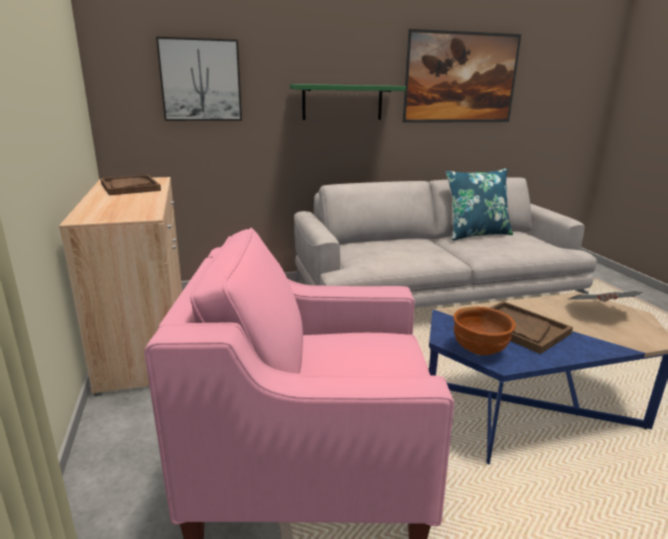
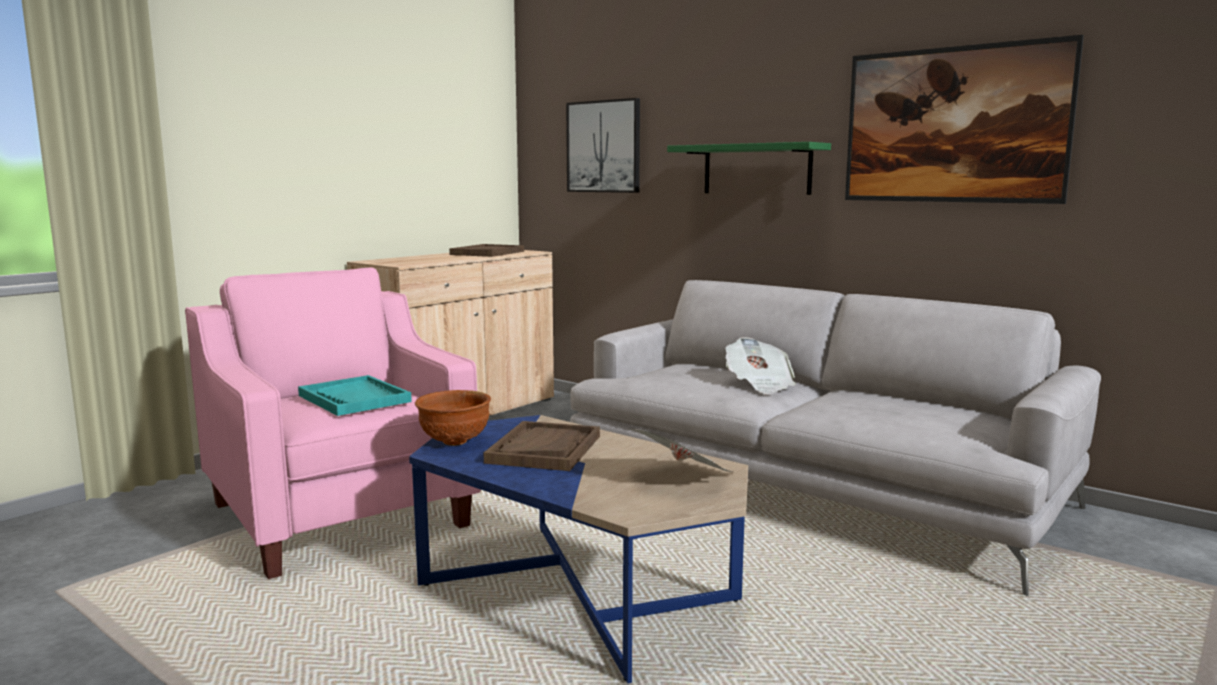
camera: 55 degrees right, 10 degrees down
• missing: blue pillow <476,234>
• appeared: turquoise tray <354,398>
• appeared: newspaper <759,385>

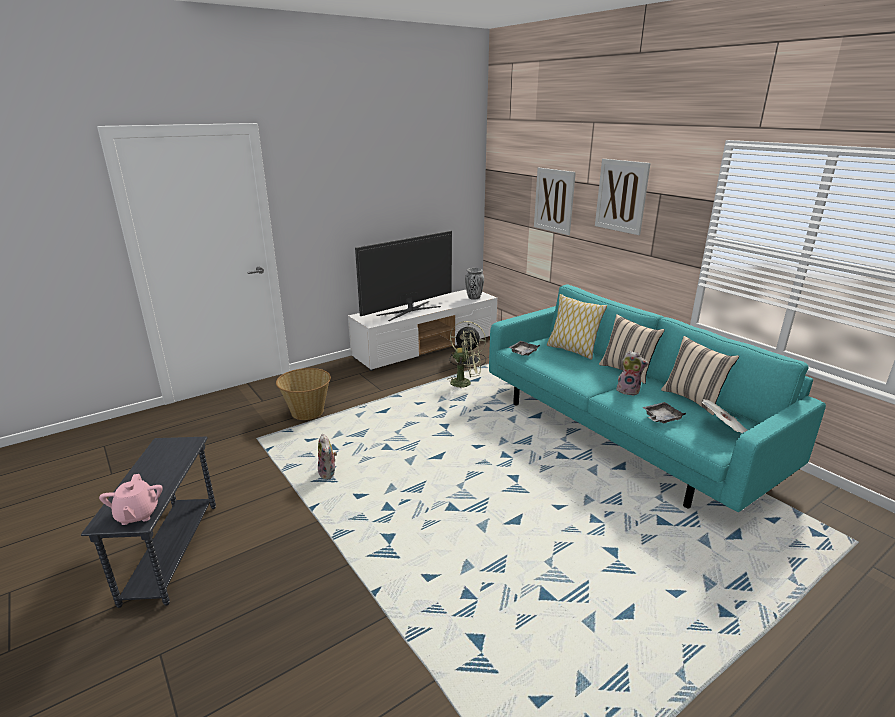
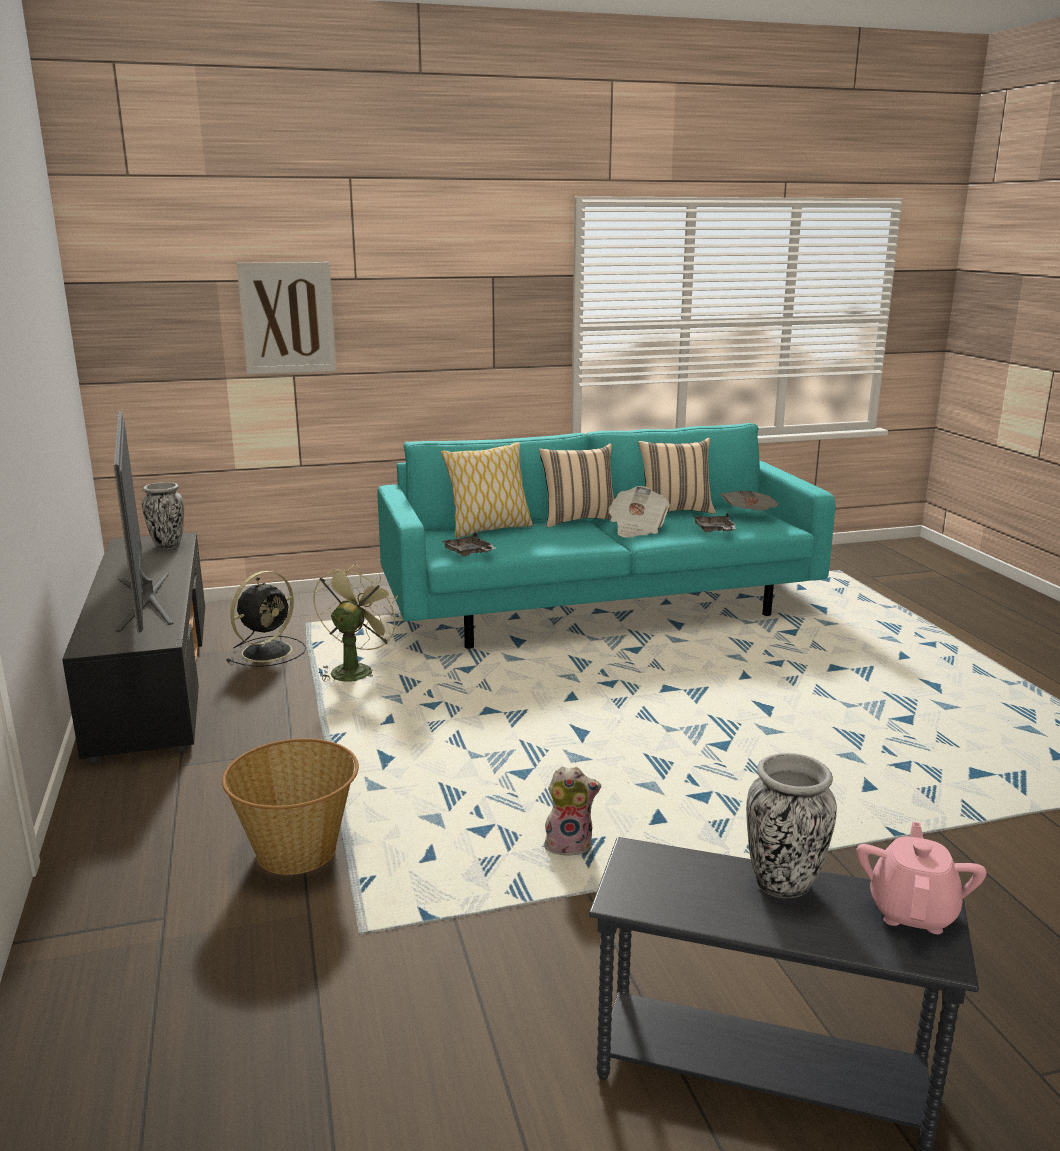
camera: 70 degrees left, 5 degrees down
• missing: picture <621,196>
• appeared: vase <782,884>
• exchanged: plush toy <628,390> to newspaper <636,529>
• colour: white tv stand <427,346> to black tv stand <152,676>
• spun: pink teapot <137,515> = <912,911> 75 degrees counterclockwise

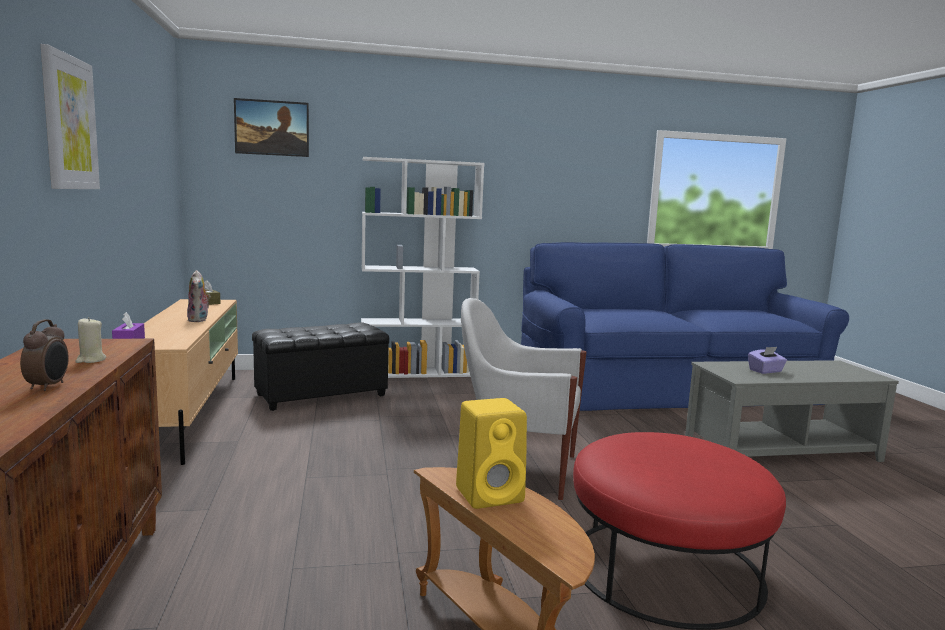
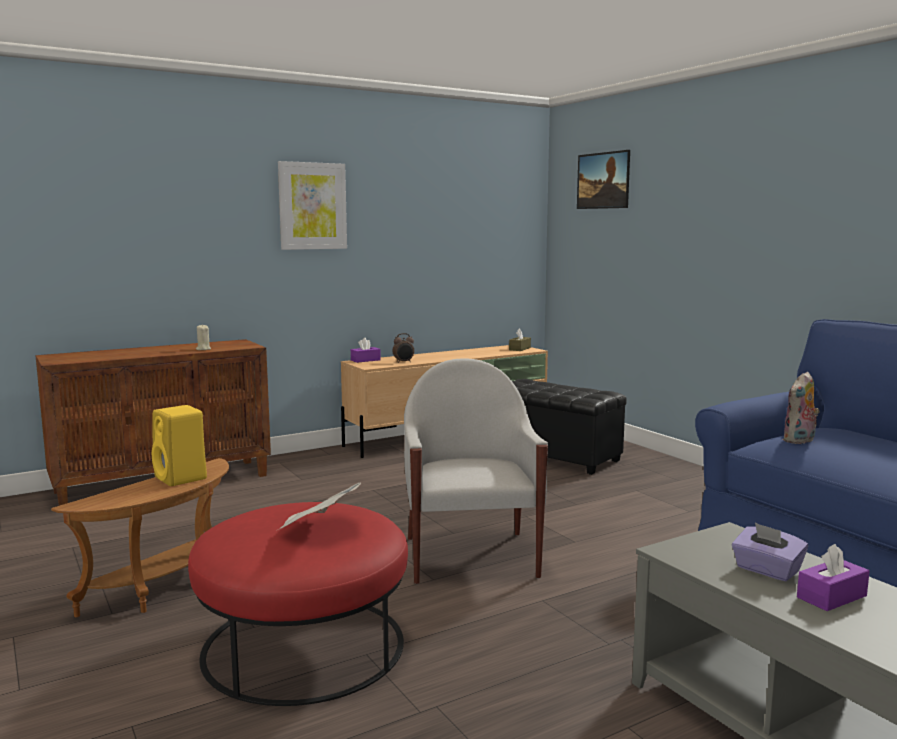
camera: 70 degrees right, 0 degrees up
• missing: white bookcase <418,372>
• appeared: newspaper <319,528>
• appeared: purple tissue box <831,596>
• relocated: alarm clock <48,386> to <403,362>
• relocated: plush toy <199,320> to <800,441>

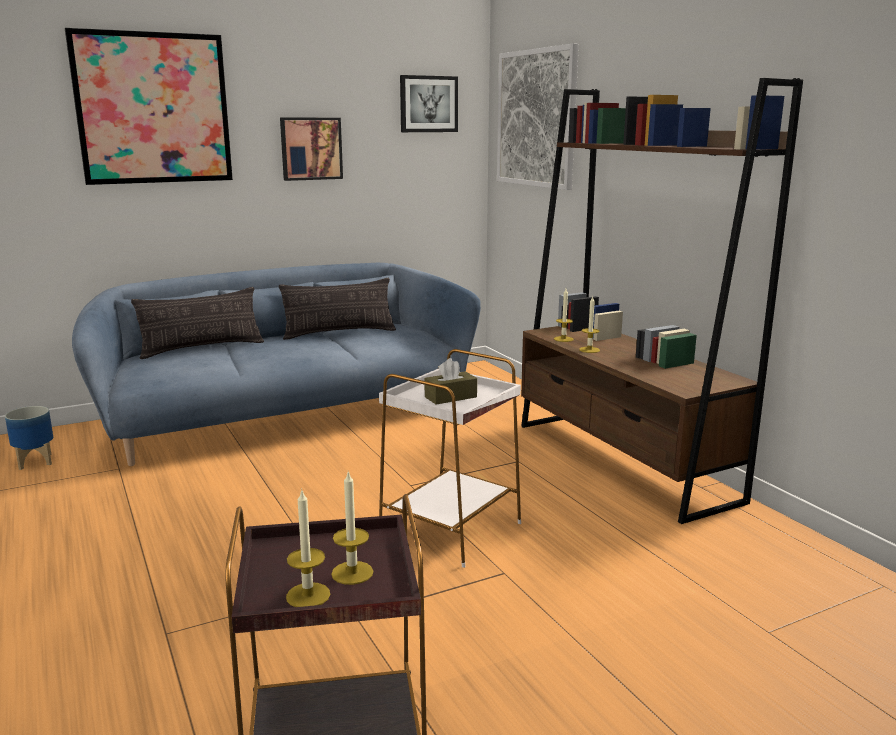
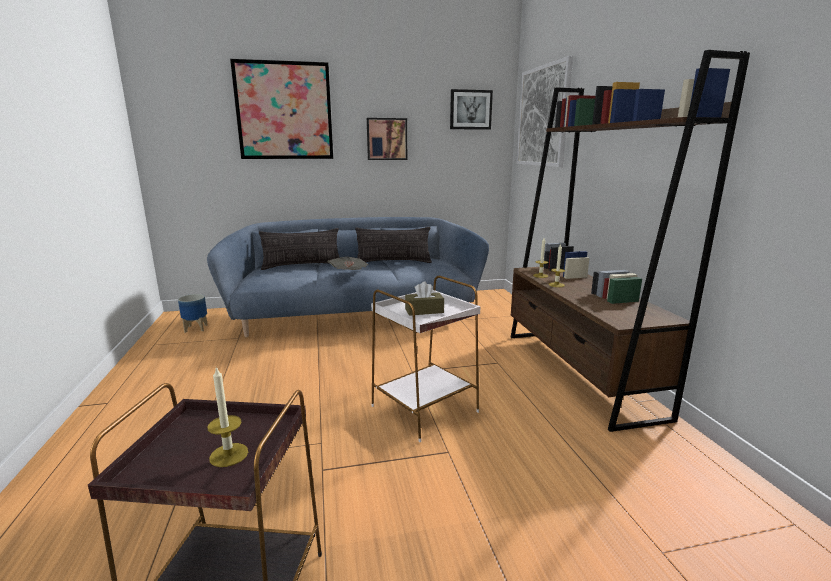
camera: 15 degrees right, 0 degrees up
• missing: candle <308,595>
• appeared: newspaper <349,274>

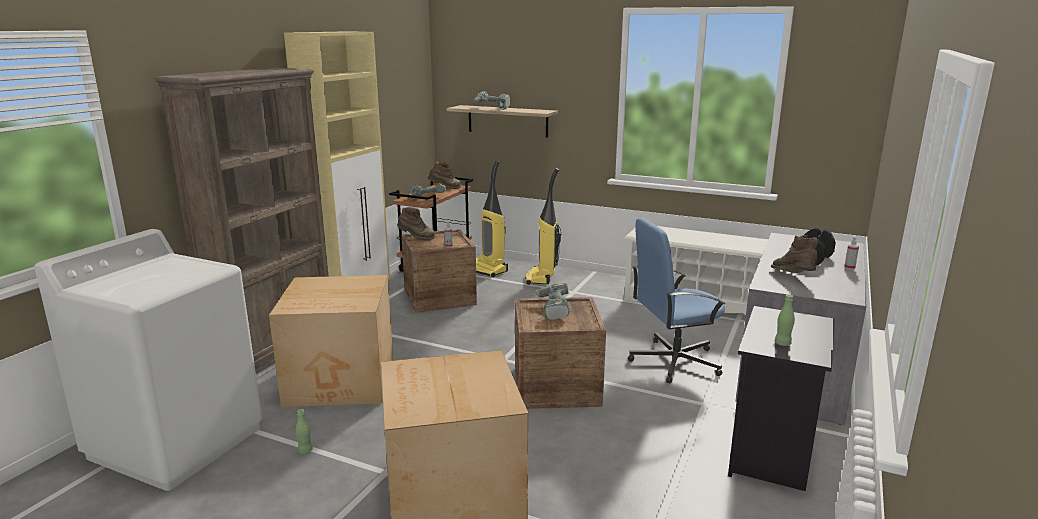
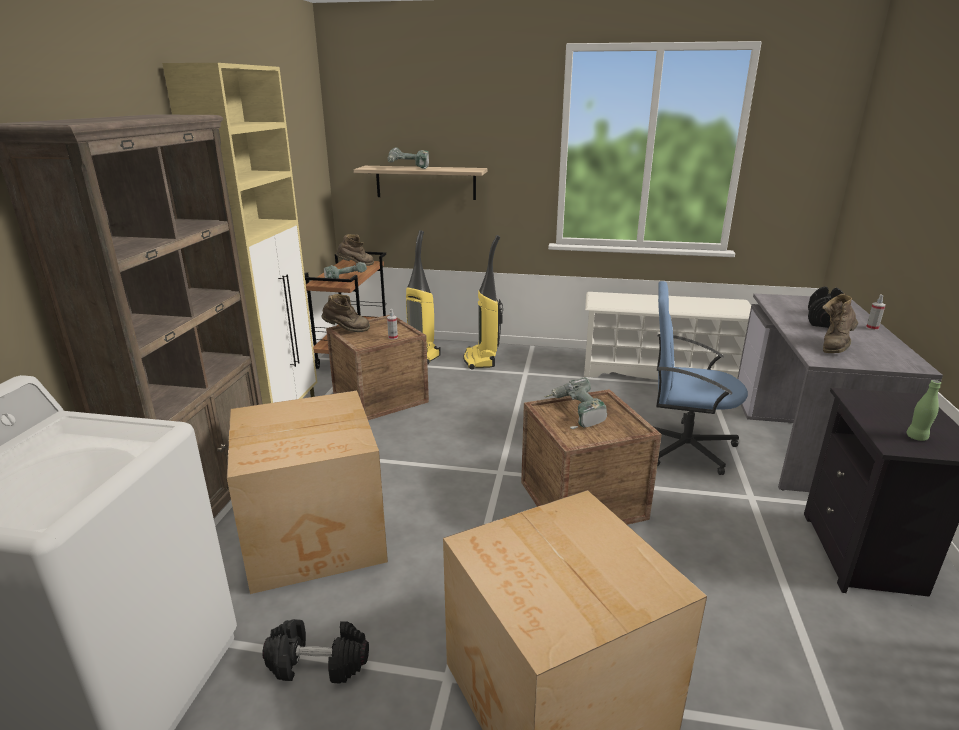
camera: 15 degrees left, 5 degrees up
• exchanged: green bottle <305,451> to black dumbbell <318,664>
• spun: blue office chair <673,361> = <683,447> 45 degrees clockwise
• spun: brown boot <793,277> = <835,346> 105 degrees counterclockwise

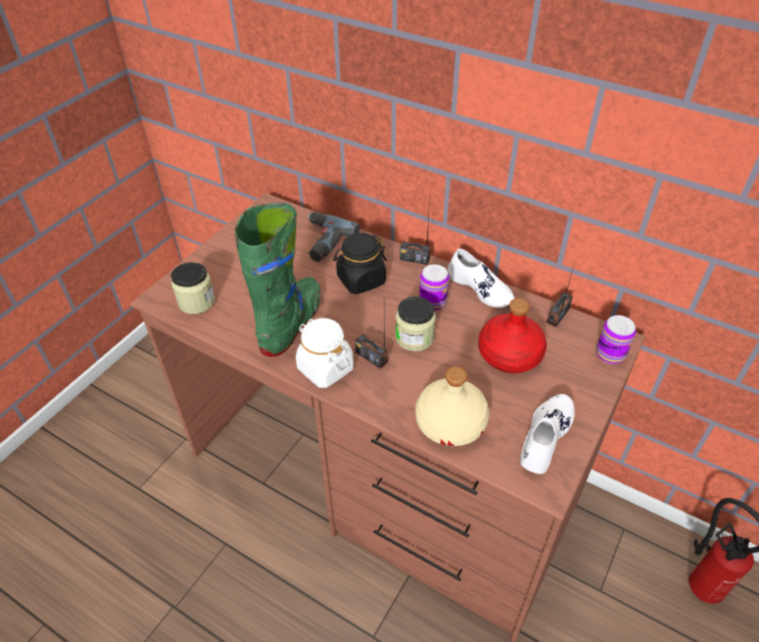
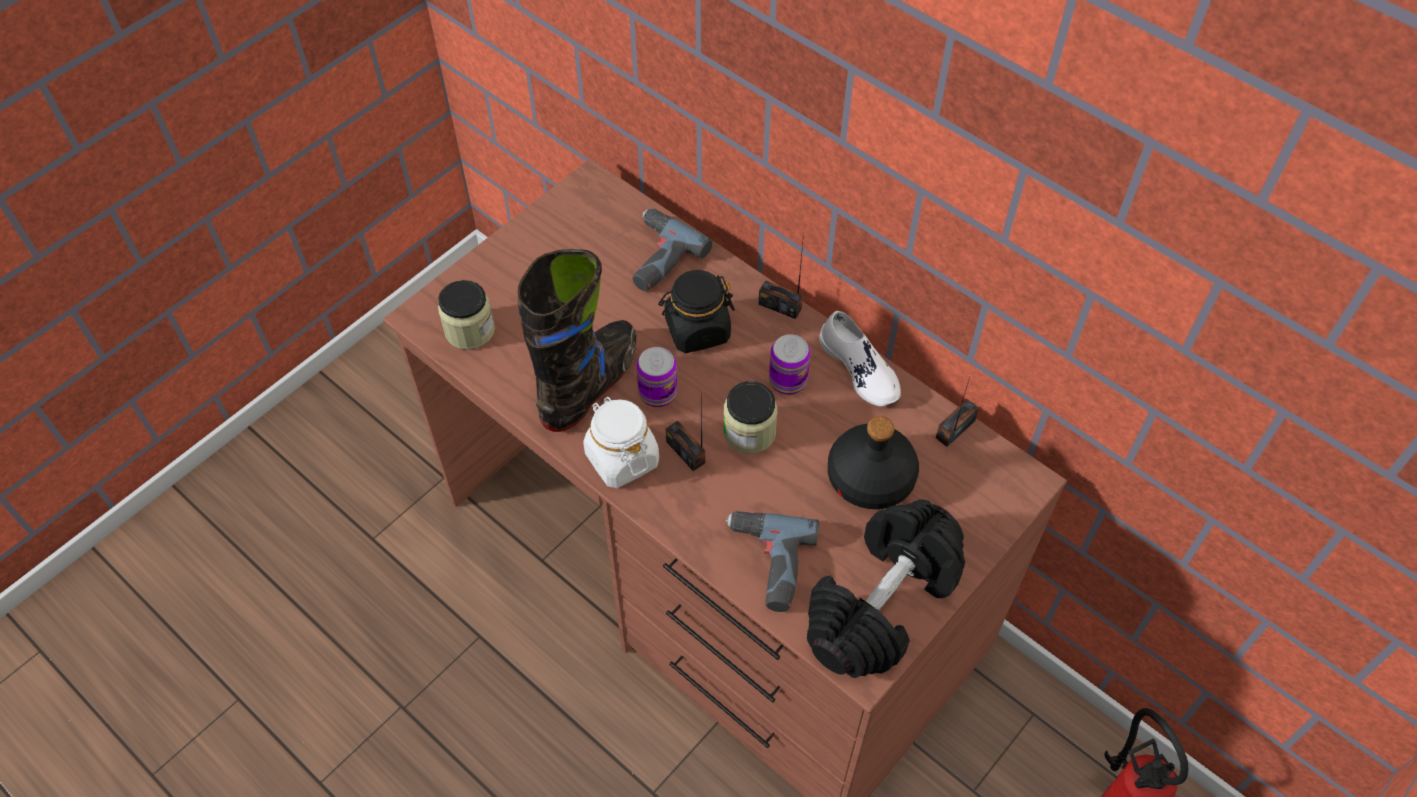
camera: 10 degrees right, 10 degrees up
• relocated: can <610,354> to <658,393>
• exchanged: beige bottle <451,423> to power drill <766,564>
• exchanged: white shoe <545,436> to black dumbbell <881,602>
• colour: green boot <291,324> to black boot <589,385>
• colour: red bottle <509,355> to black bottle <869,479>

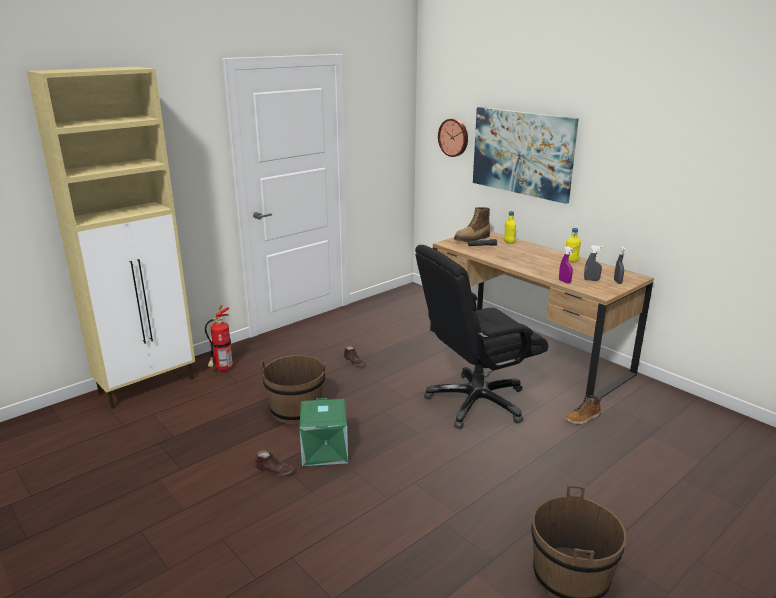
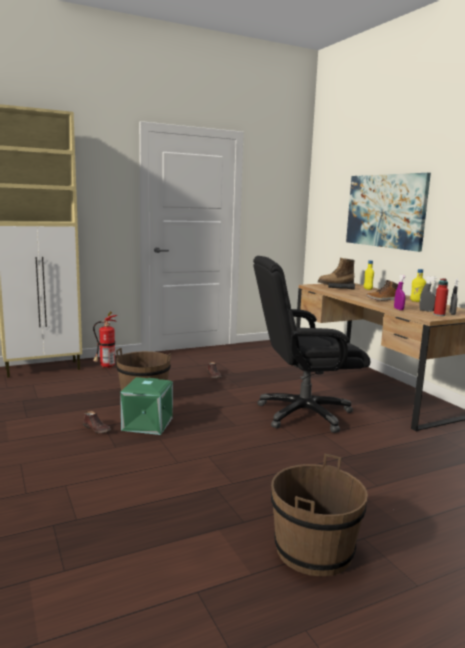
camera: 15 degrees right, 10 degrees down
• missing: wall clock <454,137>
• appeared: red bottle <439,315>
• relocated: boot <583,418> to <383,299>

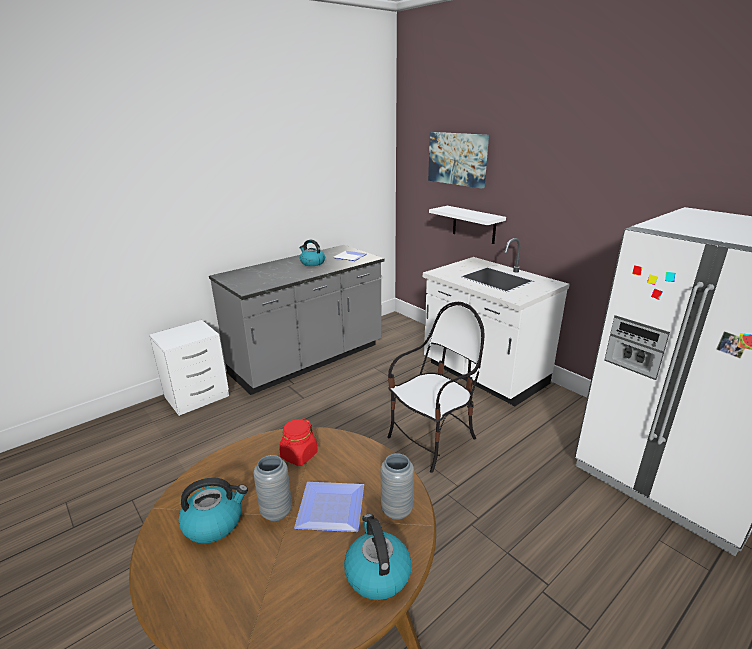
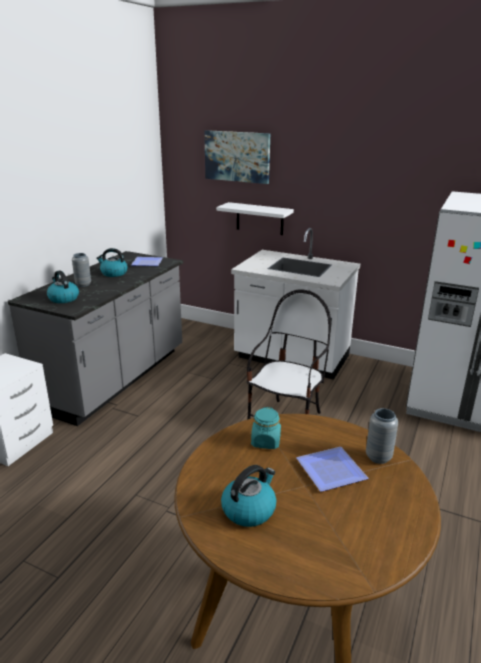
camera: 25 degrees left, 0 degrees up
• relocated: grey vase <276,511> to <83,284>
• relocated: kettle <377,573> to <63,298>
• colour: red jar <299,455> to turquoise jar <265,441>

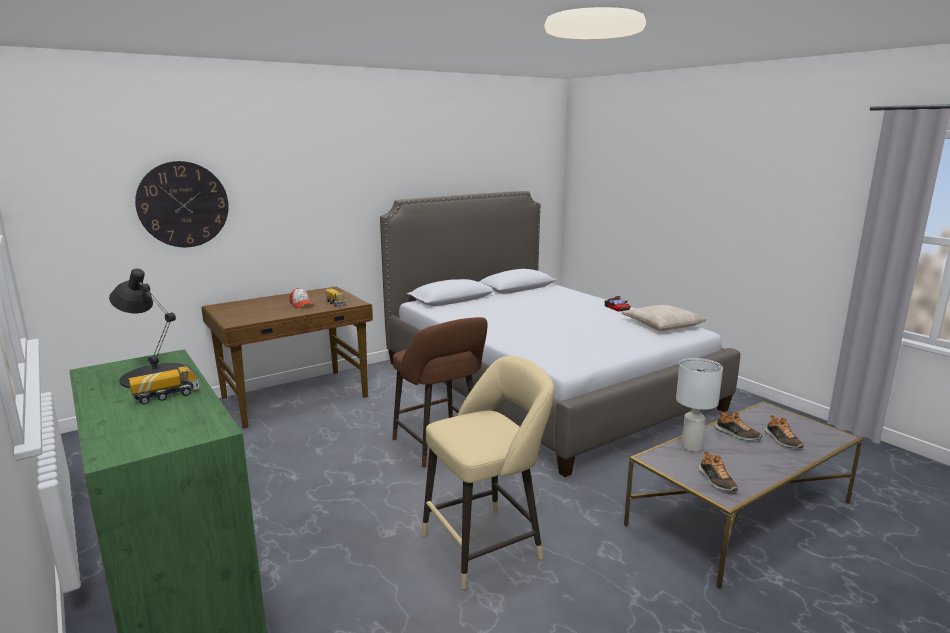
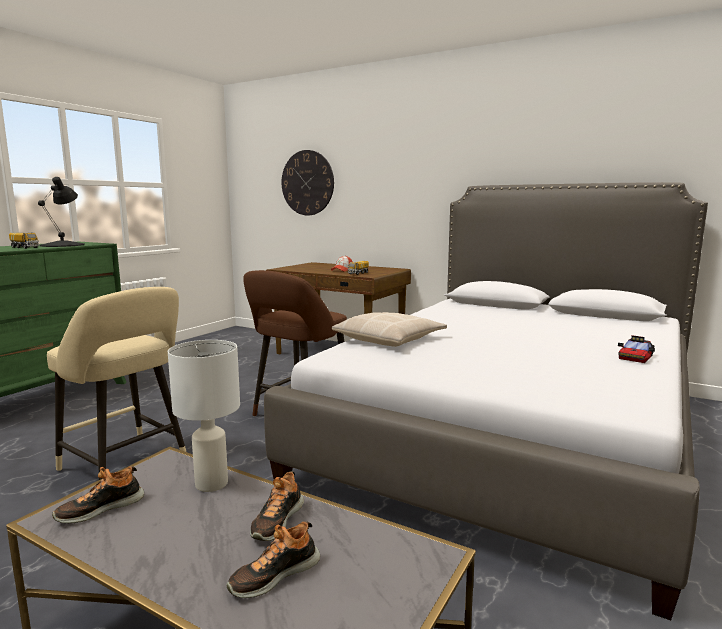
camera: 65 degrees right, 5 degrees down
• relocated: beige pillow <662,325> to <389,339>

